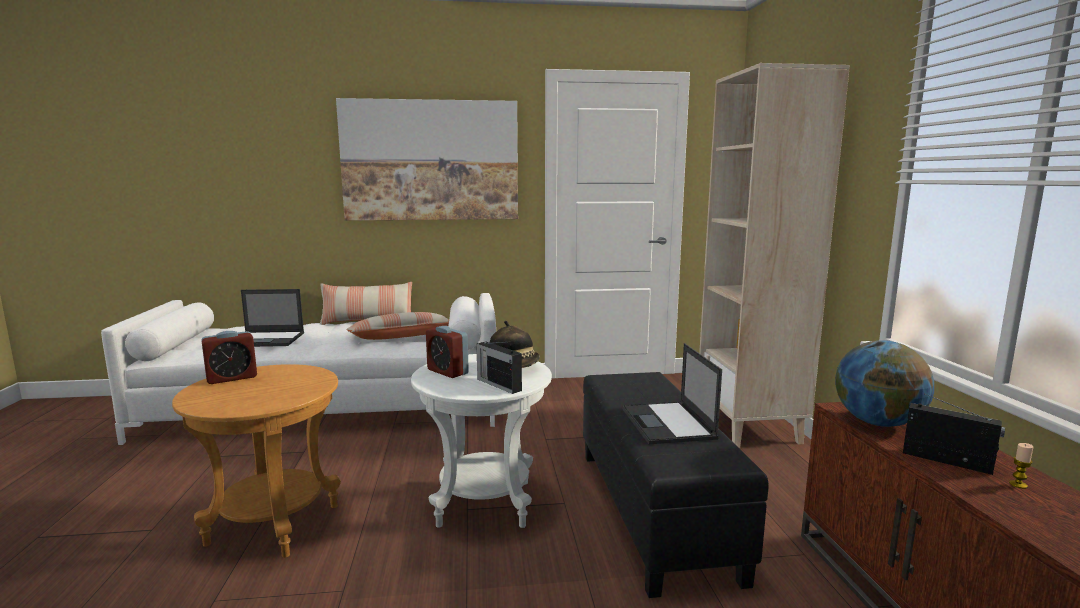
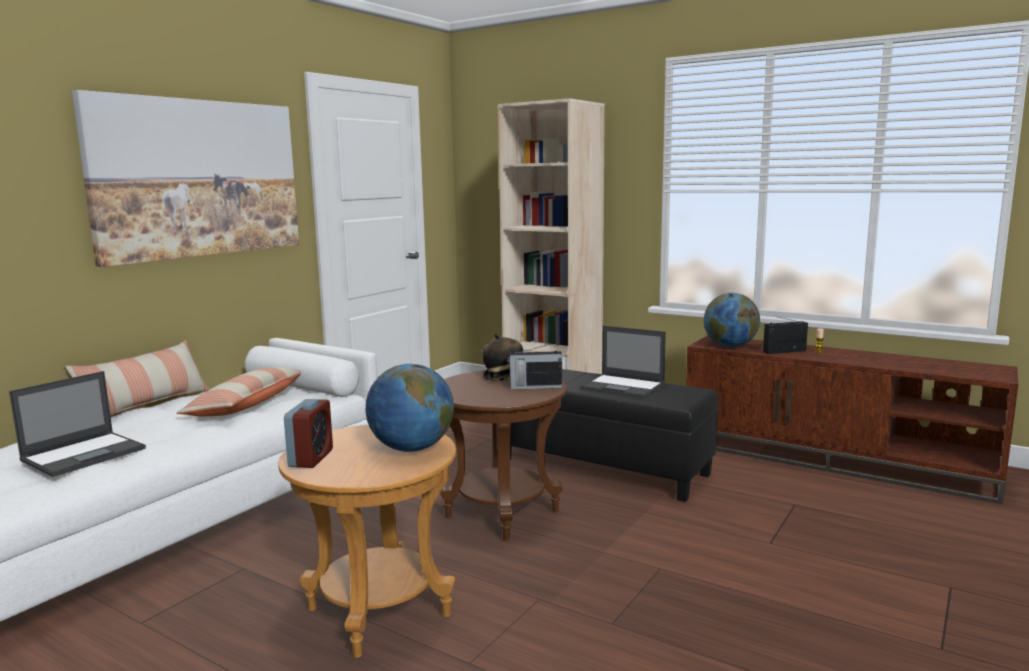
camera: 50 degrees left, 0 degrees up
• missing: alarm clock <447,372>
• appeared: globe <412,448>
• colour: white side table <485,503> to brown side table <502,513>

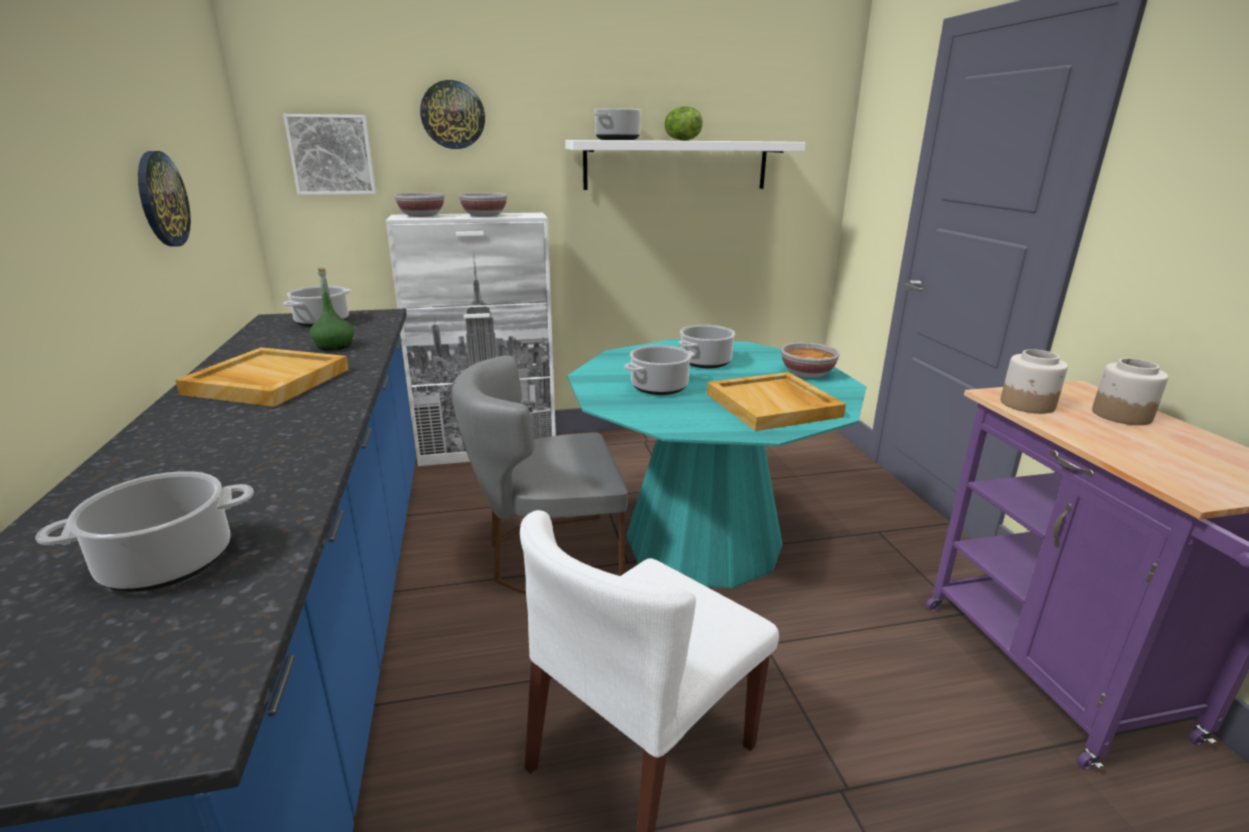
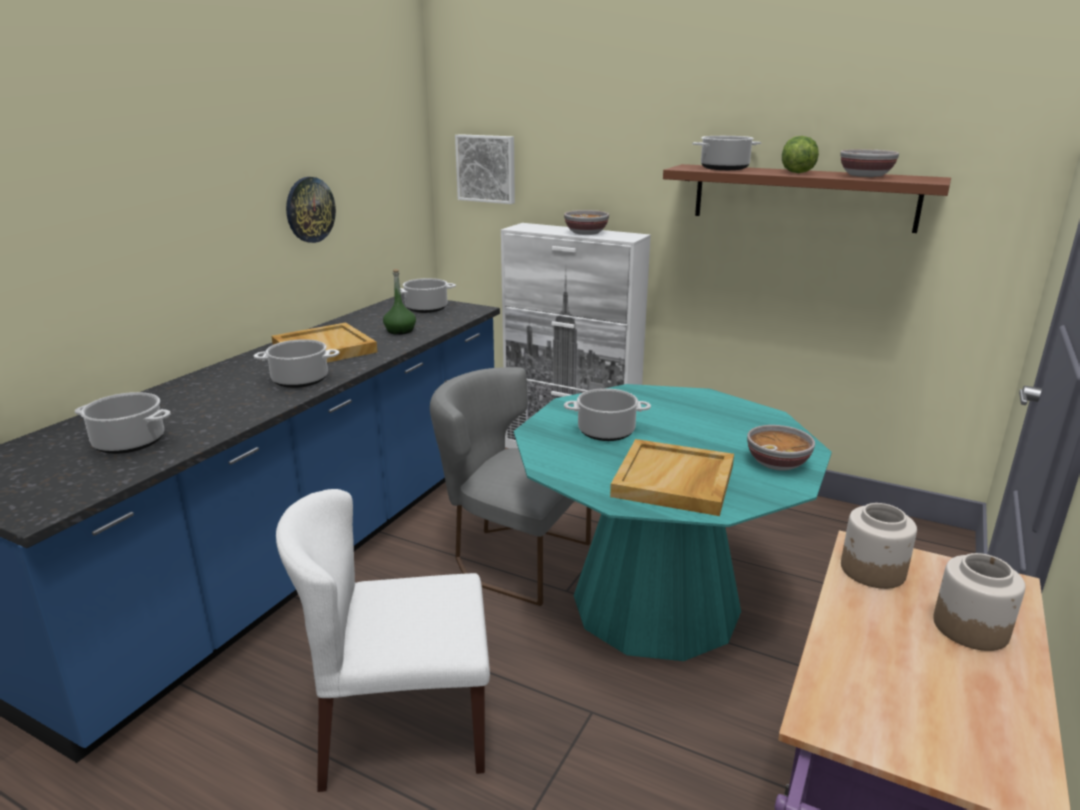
camera: 40 degrees right, 0 degrees up
• missing: wall clock <453,115>
• relocated: bowl <421,216> to <865,176>
• relocated: cooking pot <705,362> to <301,380>
• colour: white shelf <676,165> to brown shelf <803,197>

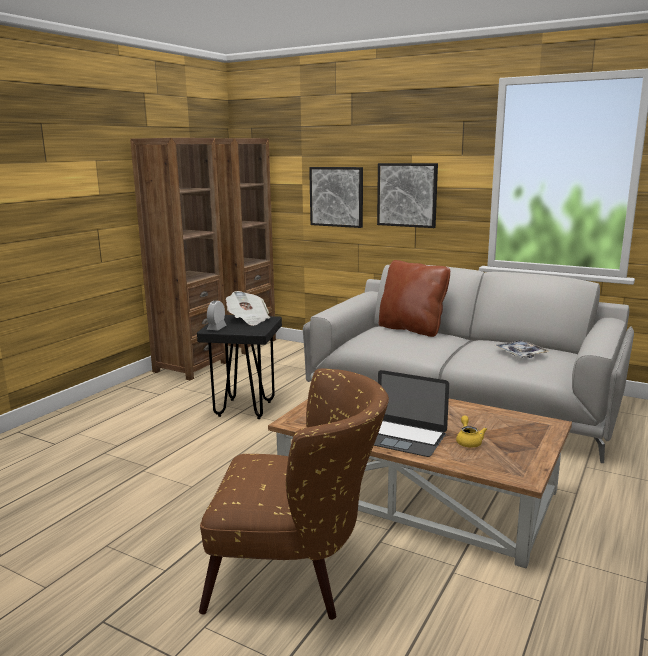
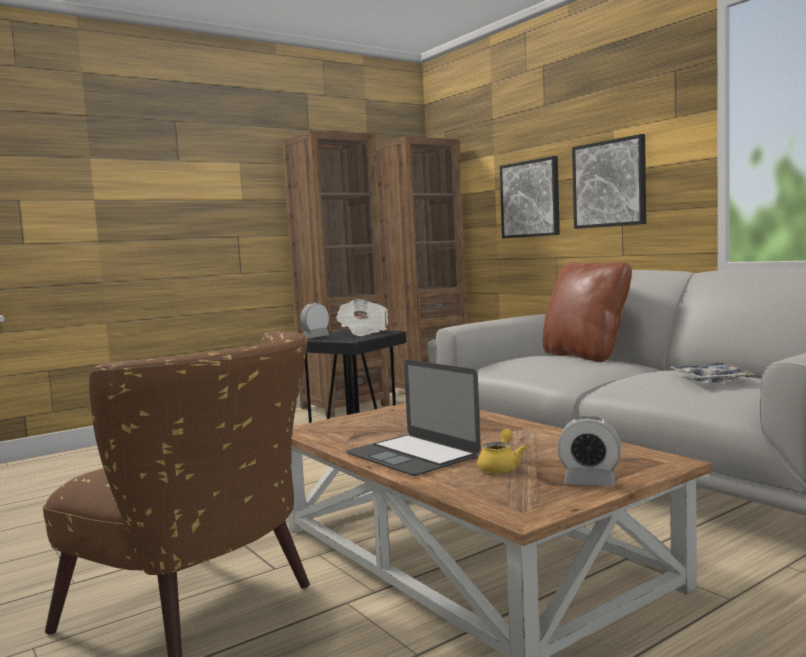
camera: 25 degrees right, 10 degrees down
• appeared: alarm clock <589,482>

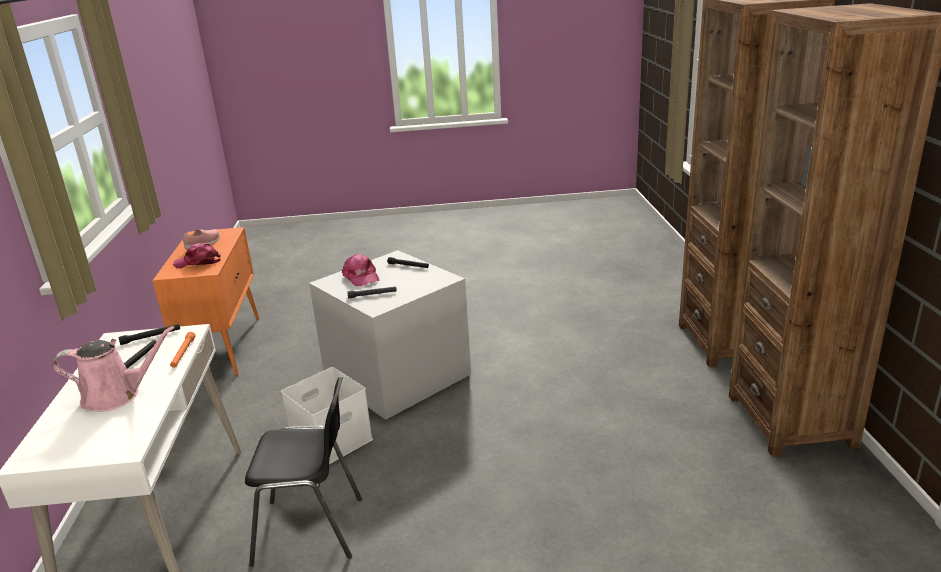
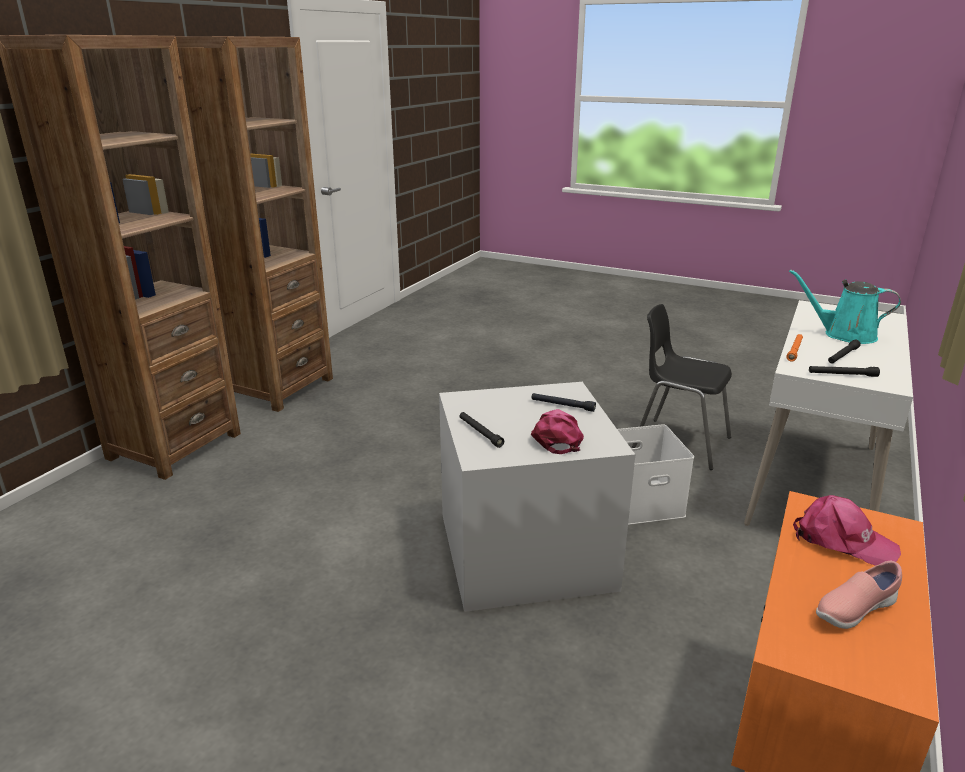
camera: 150 degrees left, 0 degrees up
• colour: pink watering can <117,395> to turquoise watering can <844,335>

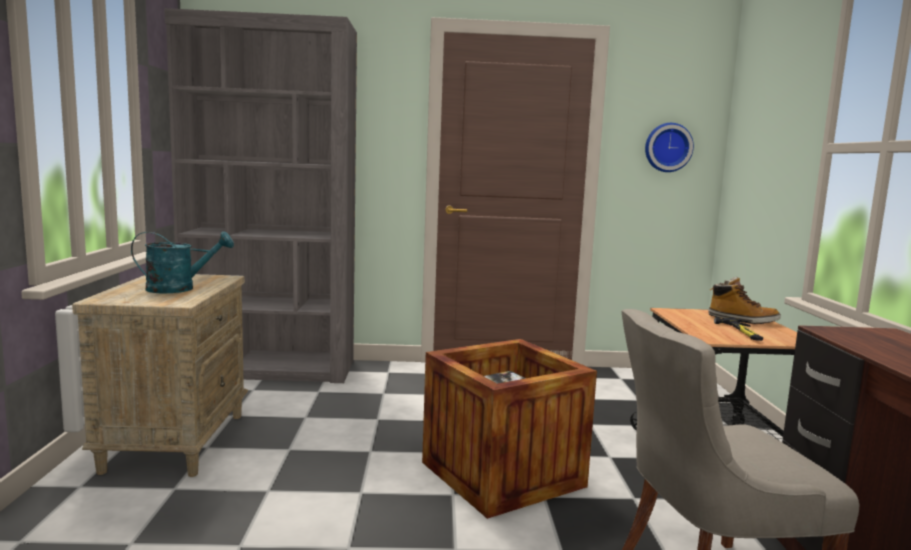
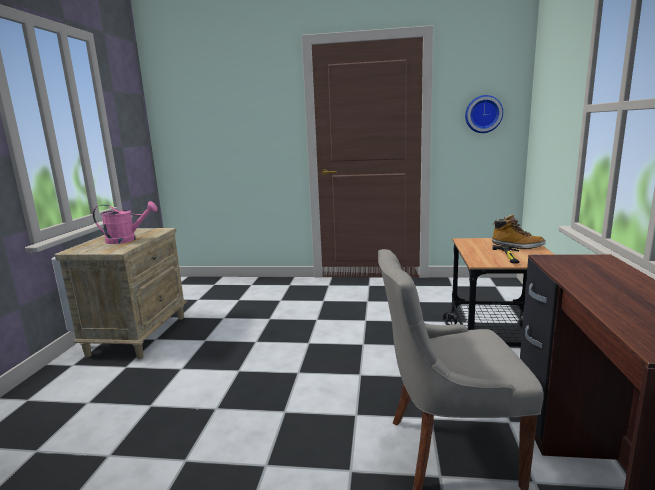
camera: 10 degrees right, 5 degrees up
• missing: grey bookcase <271,369>
• missing: crate <502,474>
• colour: turquoise watering can <179,289> to pink watering can <127,240>

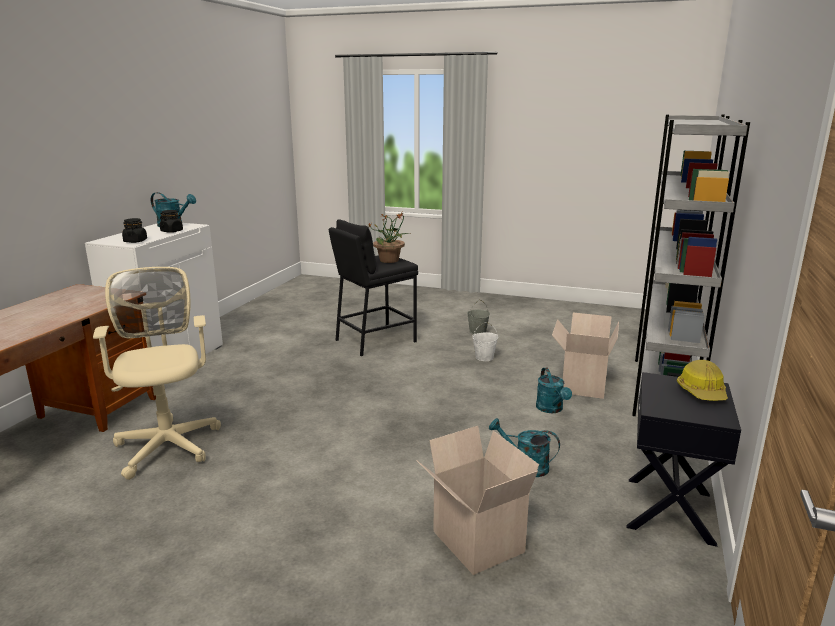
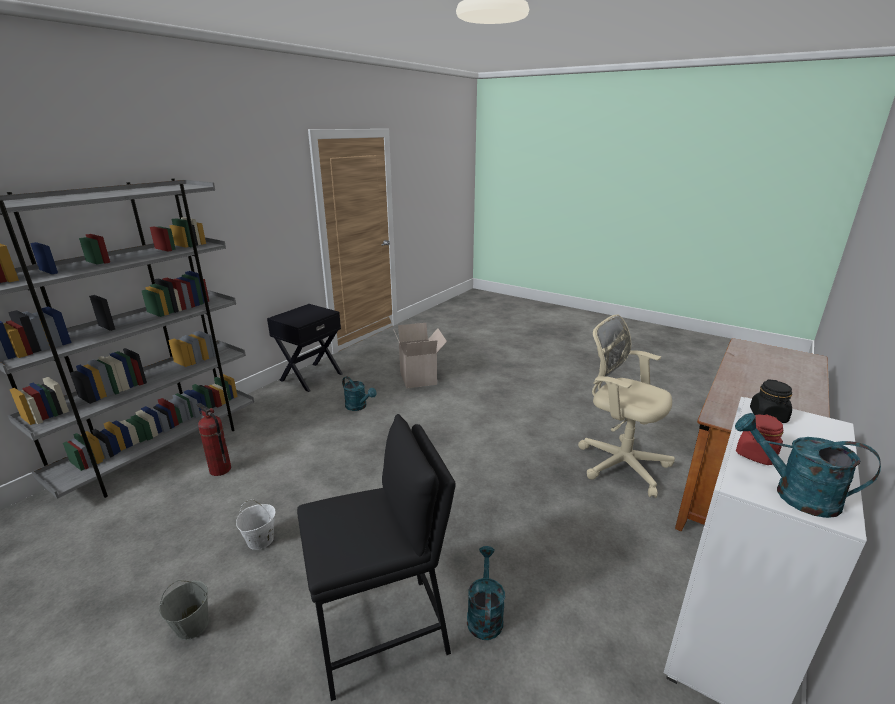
camera: 165 degrees left, 5 degrees up
• missing: potted plant <390,260>
• missing: hard hat <702,392>
• relocated: turquoise watering can <551,409> to <484,614>
• exchanged: cardboard box <582,385> to fire extinguisher <220,470>
• colour: black jar <172,231> to red jar <756,455>
• spun: beige office chair <168,443> = <619,463> 135 degrees clockwise

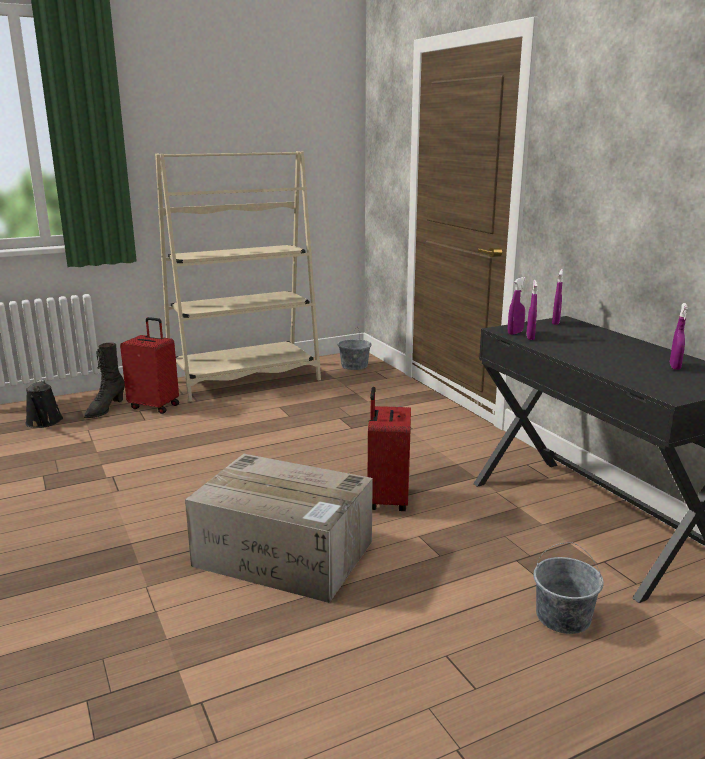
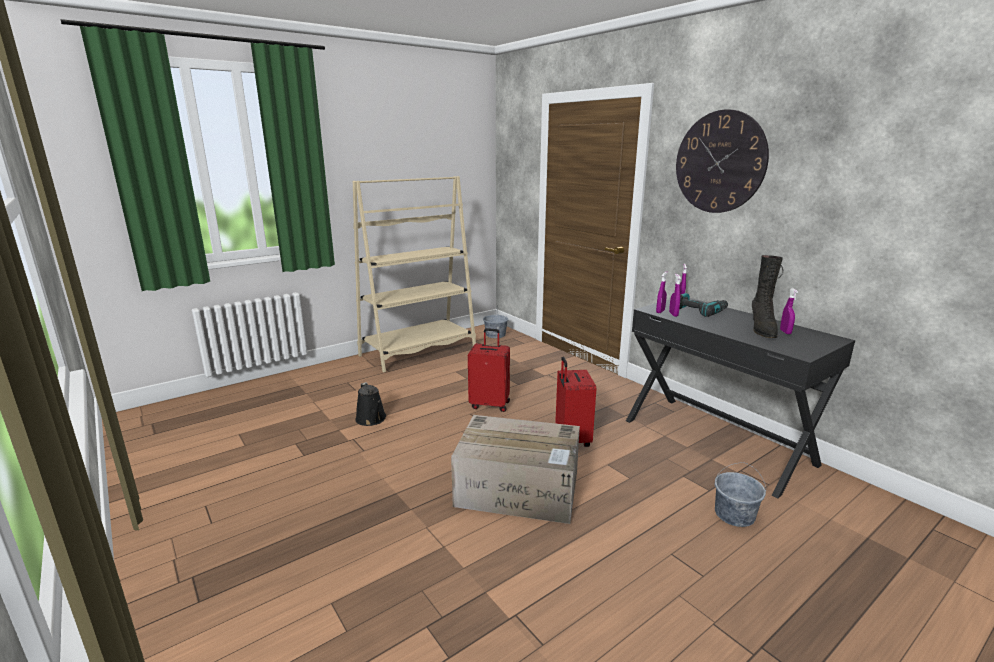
camera: 10 degrees left, 0 degrees up
• appeared: wall clock <720,162>
• appeared: power drill <701,311>
• relocated: black watering can <44,422> to <372,419>
• relocated: black boot <105,409> to <762,329>
• relocated: red suitcase <155,406> to <490,404>

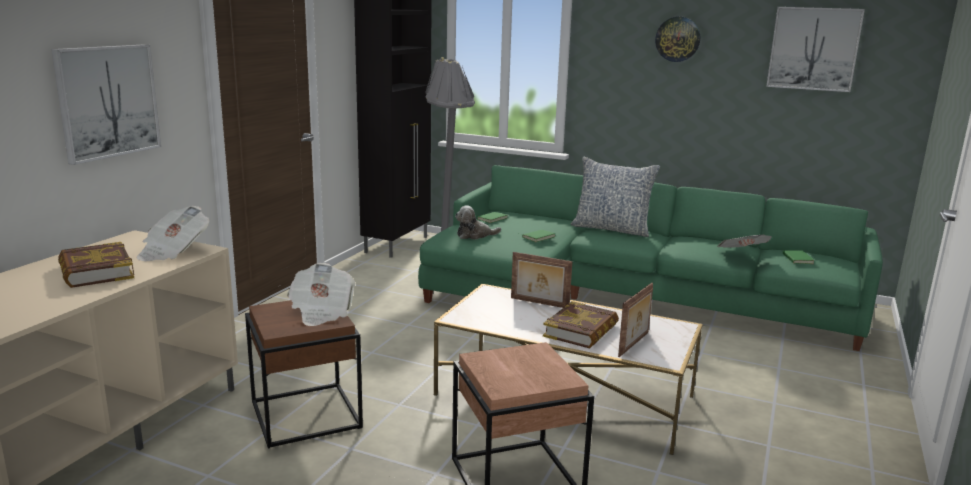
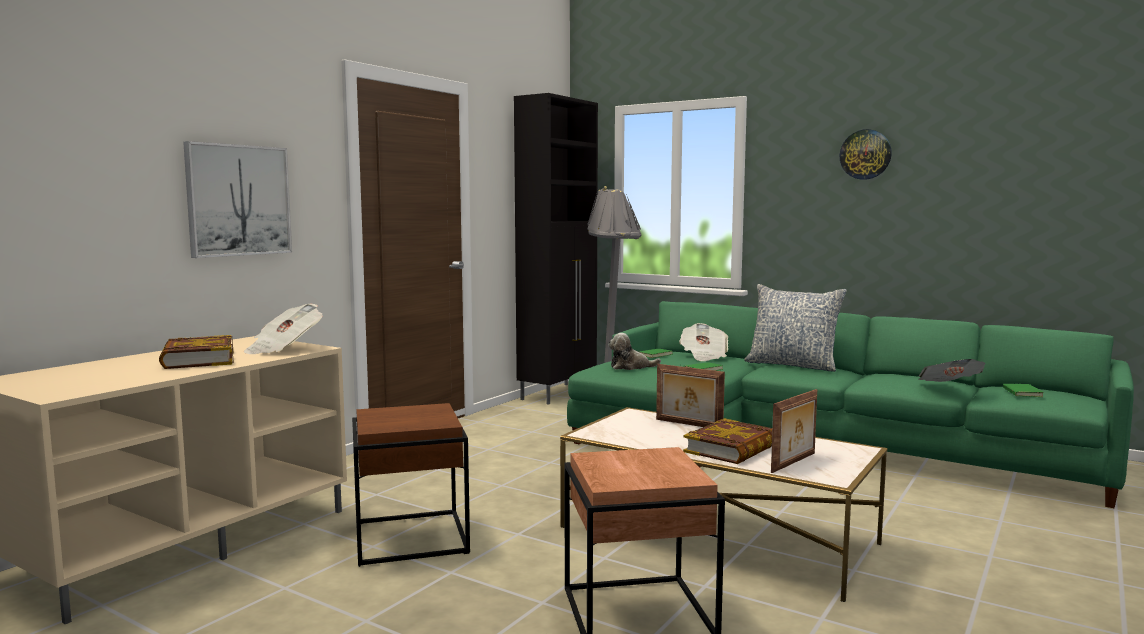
camera: 10 degrees right, 10 degrees down
• missing: picture <813,49>
• relocated: newspaper <321,312> to <704,356>

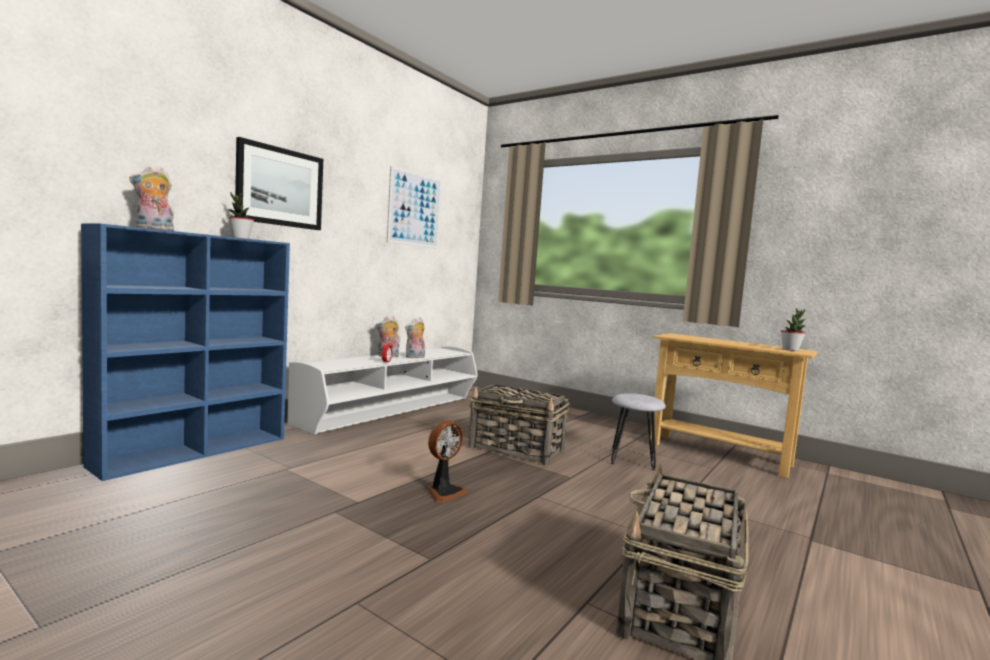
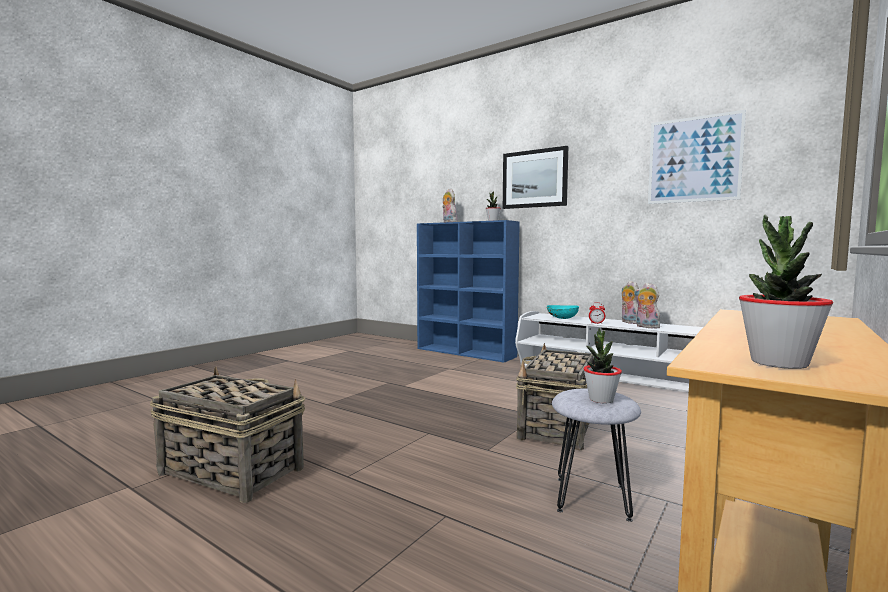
camera: 90 degrees right, 0 degrees up
• missing: fan <444,492>
• appeared: turquoise bowl <562,318>
• appeared: potted plant <601,400>

